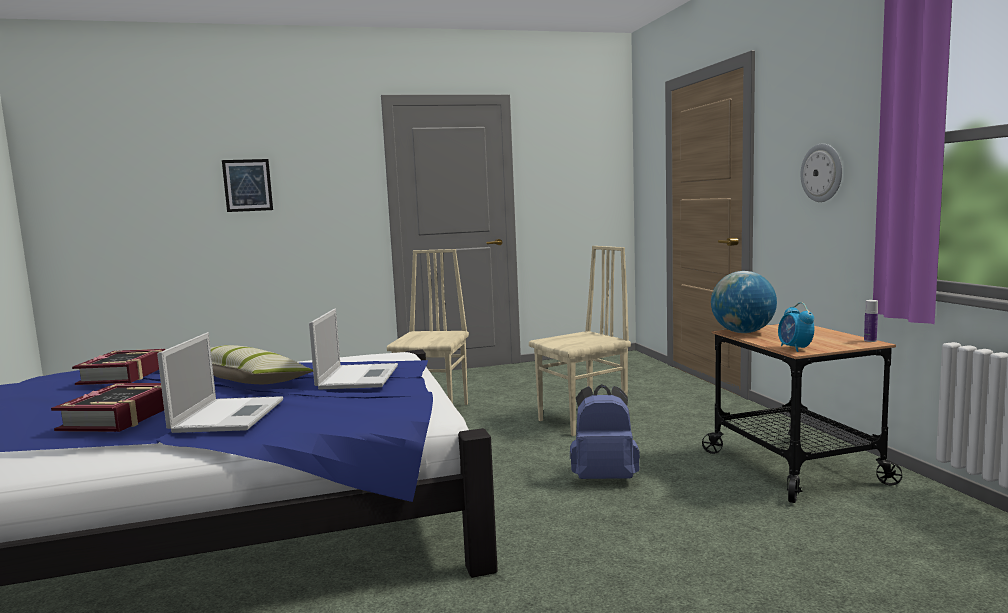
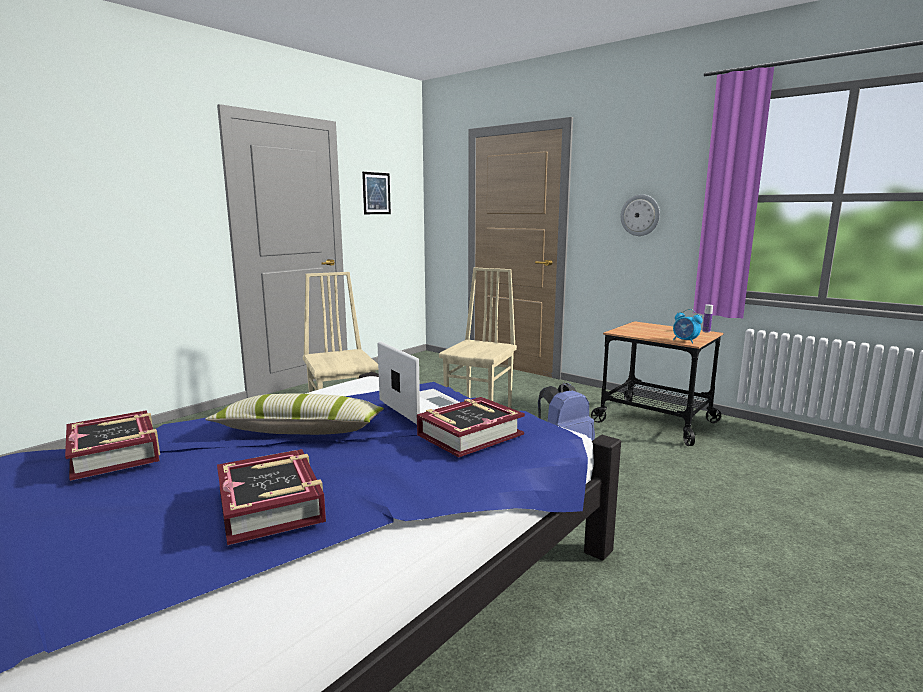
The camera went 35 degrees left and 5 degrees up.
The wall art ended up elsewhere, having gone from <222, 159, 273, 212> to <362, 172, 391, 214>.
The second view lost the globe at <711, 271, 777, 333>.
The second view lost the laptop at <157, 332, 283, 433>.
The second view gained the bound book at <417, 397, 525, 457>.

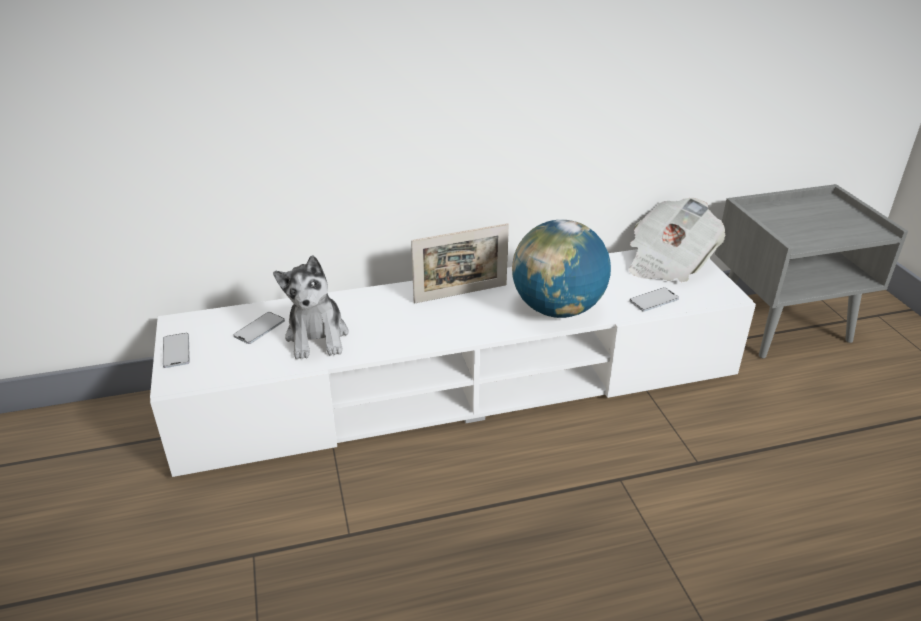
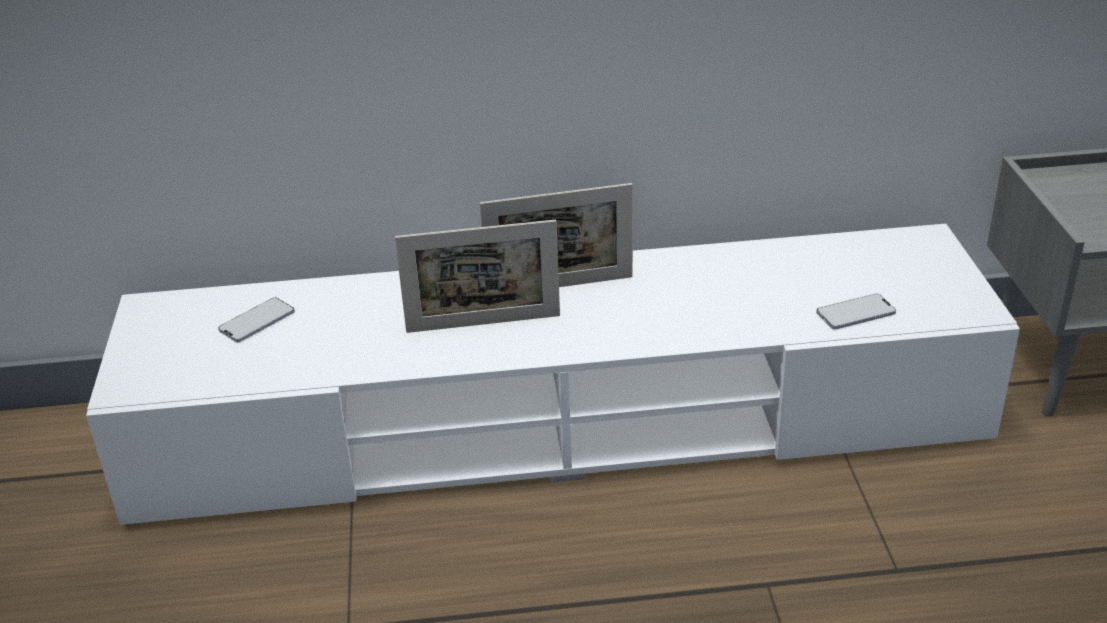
The camera went 10 degrees right and 0 degrees up.
The second view lost the daily paper at <629, 198, 725, 282>.
The second view lost the globe at <512, 220, 611, 318>.
The second view lost the plush toy at <273, 255, 349, 360>.
The second view lost the phone at <163, 333, 190, 368>.
The second view gained the picture frame at <395, 220, 560, 333>.

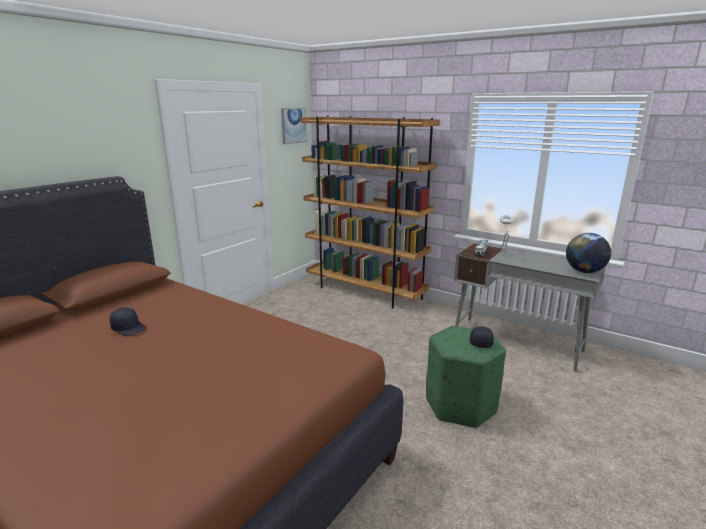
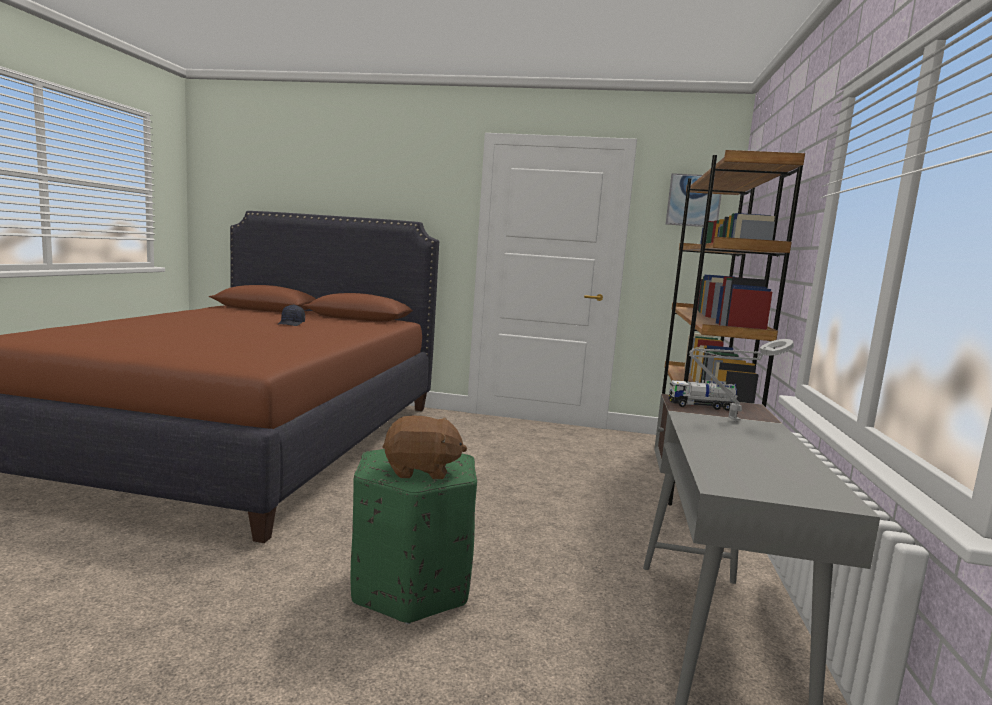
The camera went 65 degrees right and 10 degrees down.
The second view lost the globe at <566, 233, 611, 273>.
Where the black-coloured baseball cap stood at <470, 326, 494, 348>, the brown plush toy came to stand at <383, 416, 467, 479>.

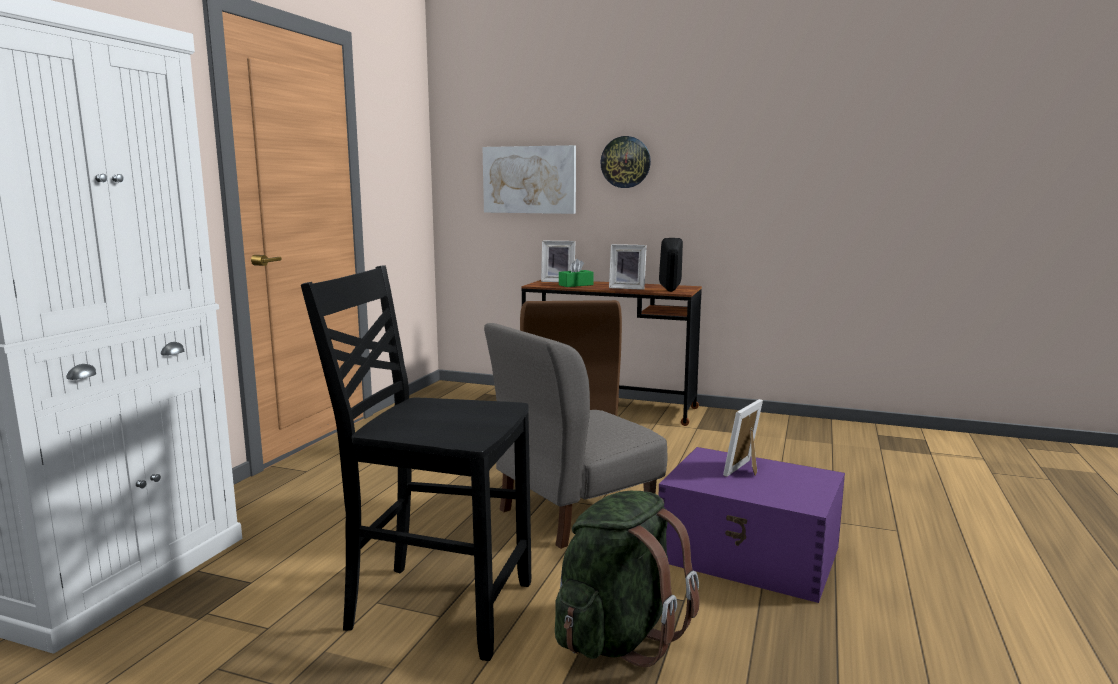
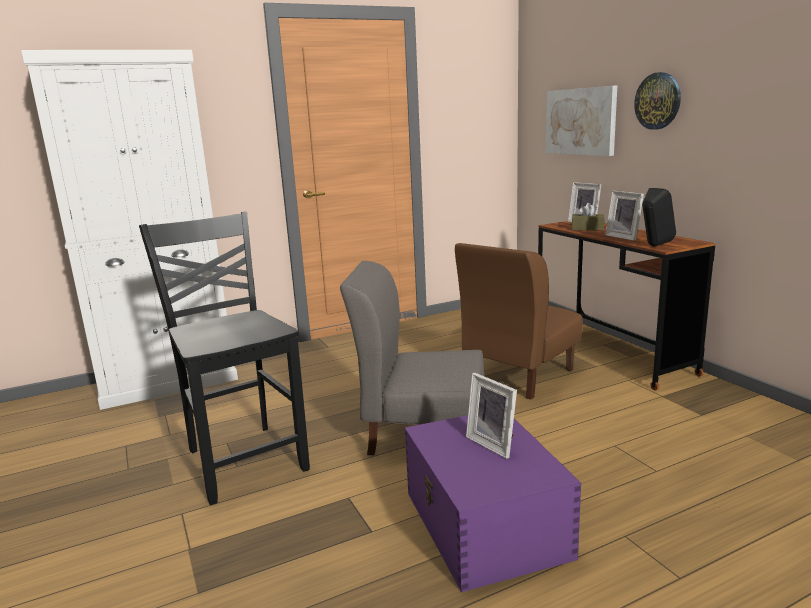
The camera went 45 degrees right and 5 degrees up.
What was the green-coloured tissue box at <559, 259, 593, 287> turned into the brown tissue box at <572, 203, 604, 230>.
The picture frame at <723, 399, 763, 477> ended up facing another way, 120 degrees counterclockwise from before.
The second view lost the green-coloured backpack at <555, 490, 700, 667>.

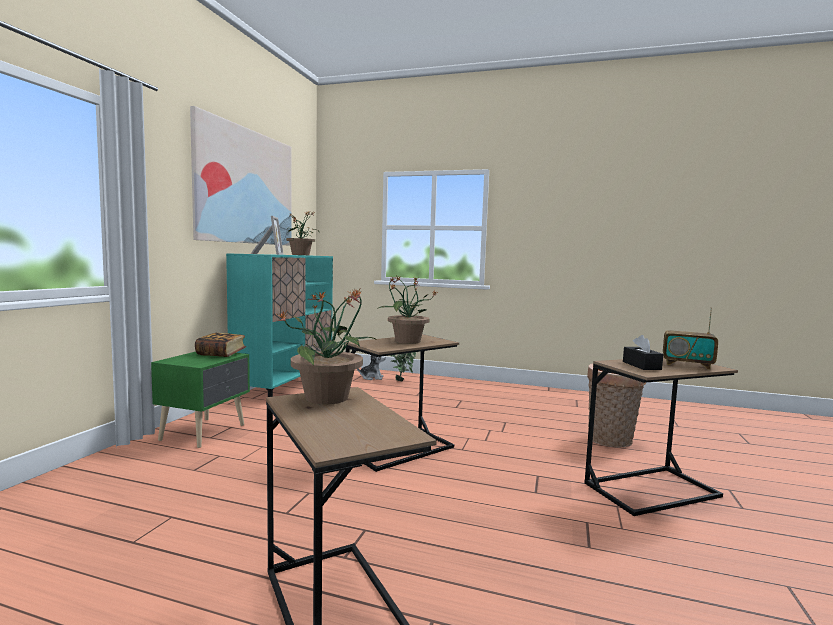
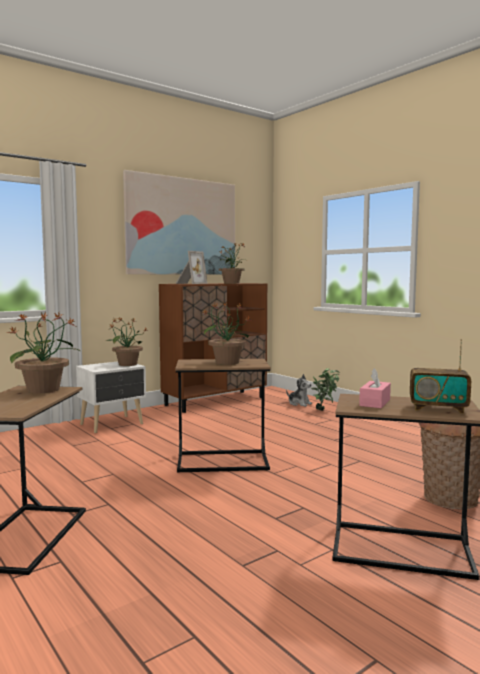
The camera went 35 degrees right and 0 degrees up.
What was the turquoise-coloured cupboard at <226, 253, 333, 397> turned into the brown cupboard at <159, 283, 267, 413>.
The radio receiver at <663, 308, 718, 369> ended up facing another way, 45 degrees counterclockwise from before.
Where the bound book stood at <195, 333, 246, 357>, the potted plant came to stand at <106, 317, 148, 366>.
What was the black-coloured tissue box at <623, 335, 663, 370> turned into the pinkish tissue box at <359, 368, 391, 408>.
What was the green-coloured night table at <151, 352, 250, 448> turned into the white night table at <76, 361, 146, 433>.

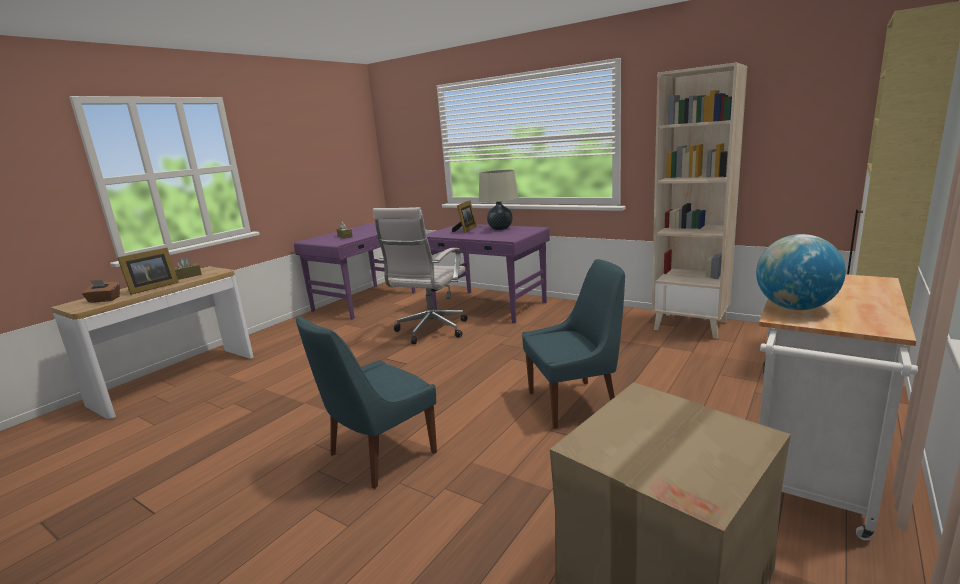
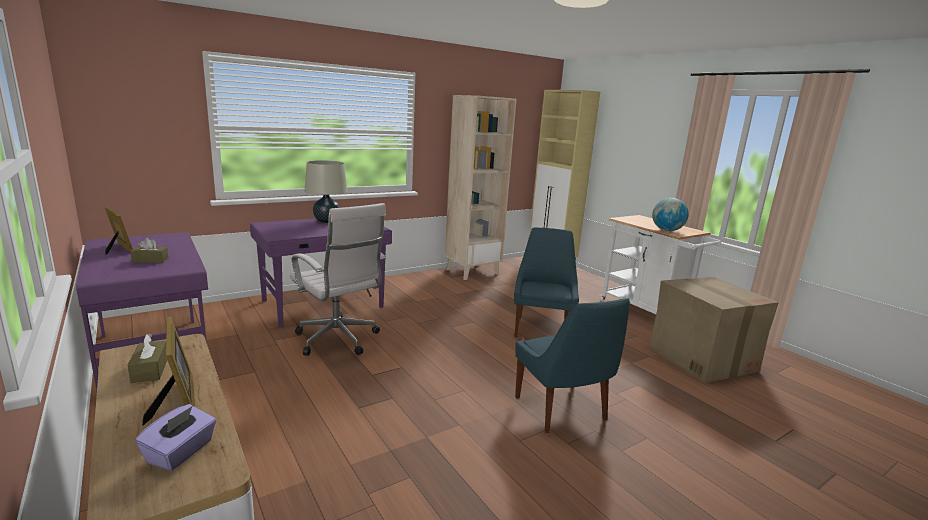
The camera went 70 degrees left and 0 degrees up.
The picture frame ended up elsewhere, having gone from <452, 200, 477, 233> to <105, 207, 133, 255>.
What was the brown tissue box at <82, 280, 120, 303> turned into the purplish tissue box at <135, 404, 216, 471>.

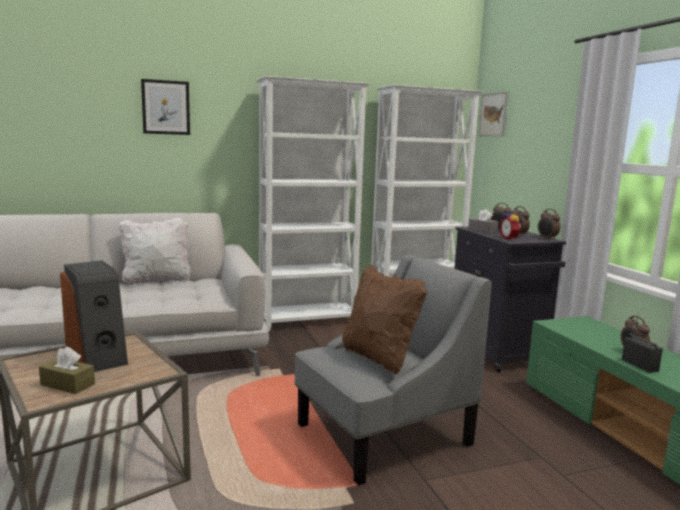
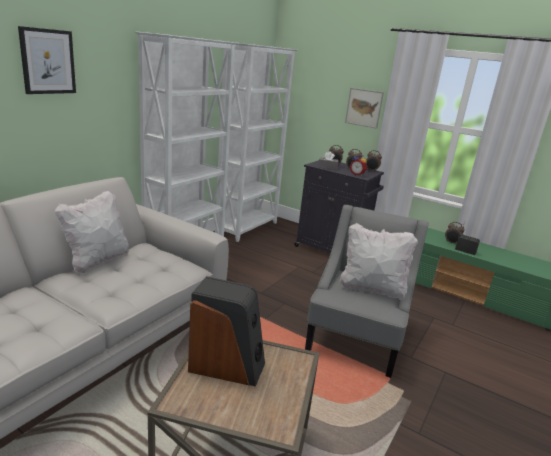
The camera went 40 degrees left and 10 degrees up.
The wall art ended up elsewhere, having gone from <479, 92, 508, 136> to <345, 88, 384, 129>.
What was the brown pillow at <342, 265, 427, 375> turned into the white pillow at <339, 223, 418, 300>.
The second view lost the brown tissue box at <39, 347, 95, 394>.

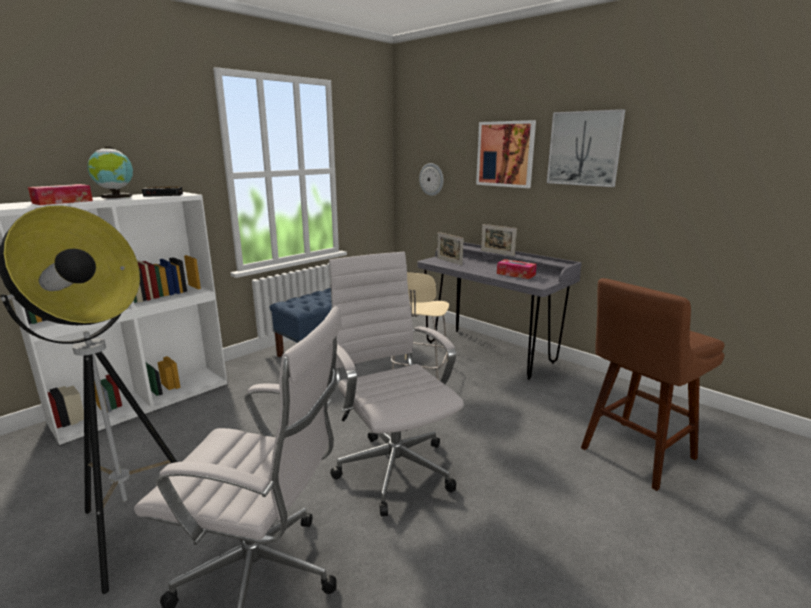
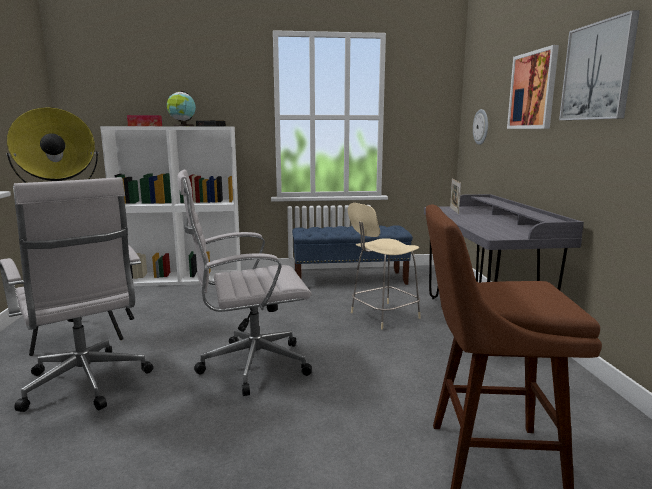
The camera went 40 degrees right and 5 degrees down.
The second view lost the picture frame at <481, 224, 517, 256>.
The white desk chair at <329, 252, 464, 516> ended up facing another way, 120 degrees counterclockwise from before.
The second view lost the tissue box at <497, 259, 537, 279>.

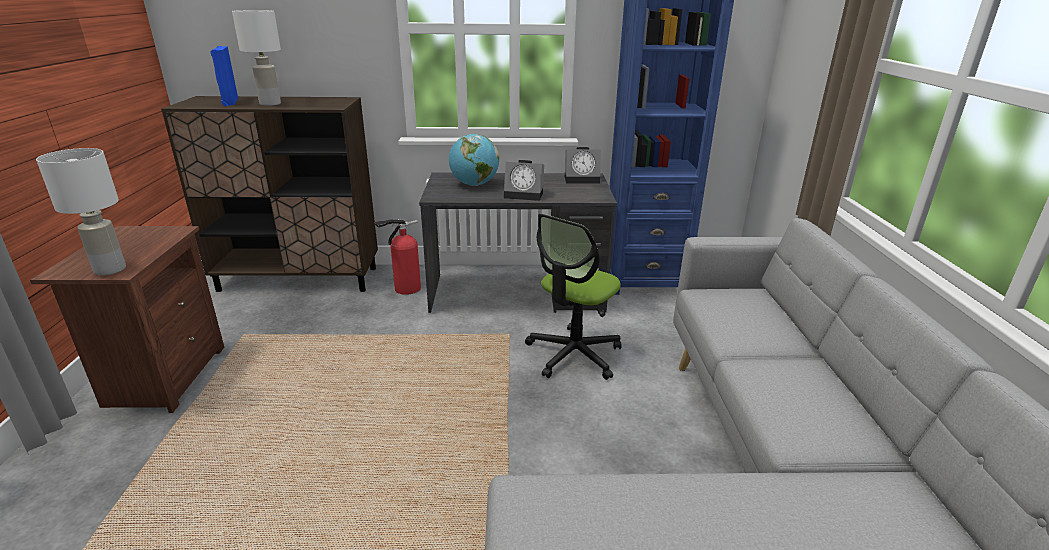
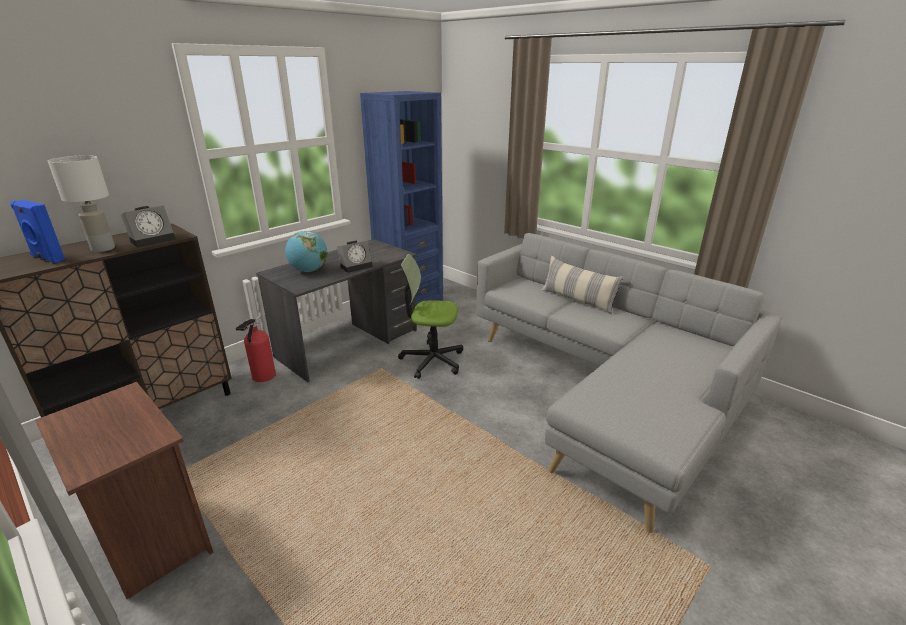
The camera went 45 degrees left and 0 degrees up.
The alarm clock ended up elsewhere, having gone from <565, 147, 601, 184> to <121, 205, 176, 248>.
The second view lost the white table lamp at <36, 148, 126, 275>.
The desk chair at <525, 214, 622, 380> ended up facing another way, 105 degrees clockwise from before.
The second view gained the pillow at <541, 256, 623, 314>.

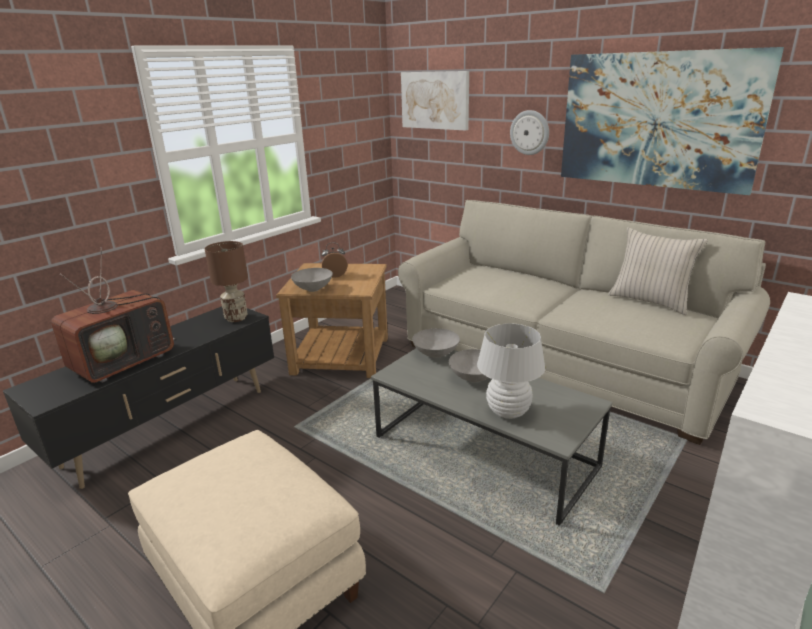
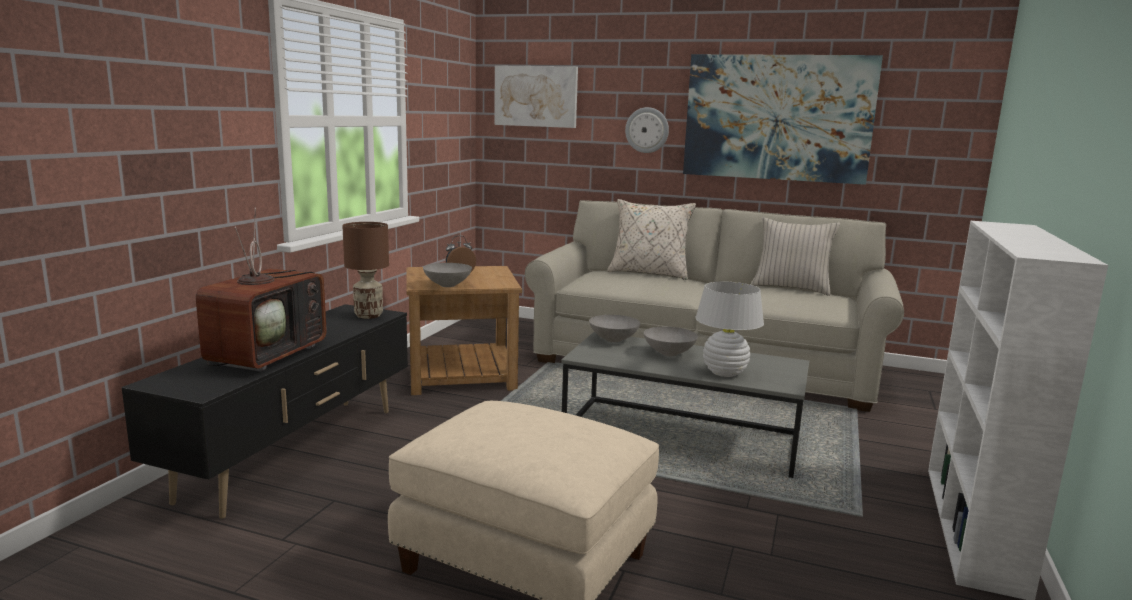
The camera went 20 degrees left and 10 degrees down.
The second view gained the sand-coloured pillow at <607, 199, 696, 280>.

